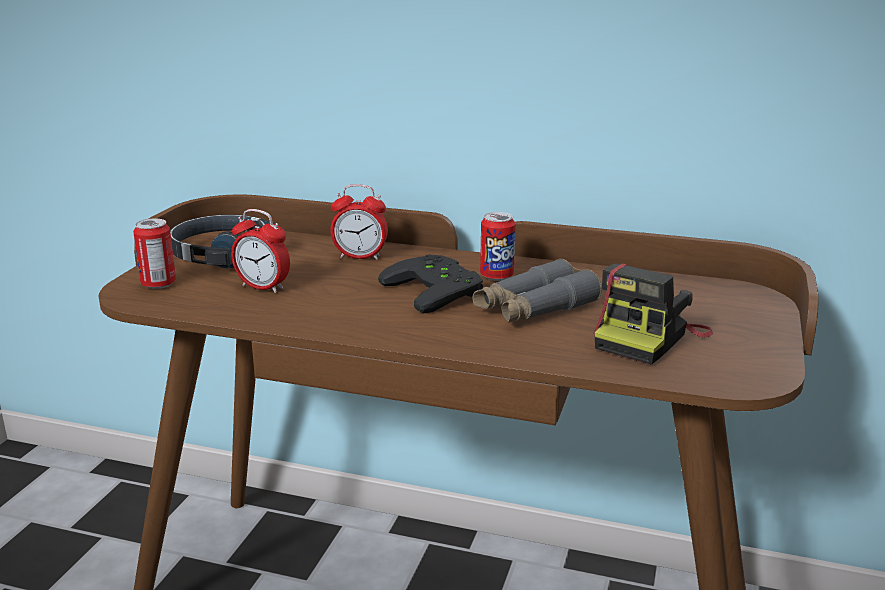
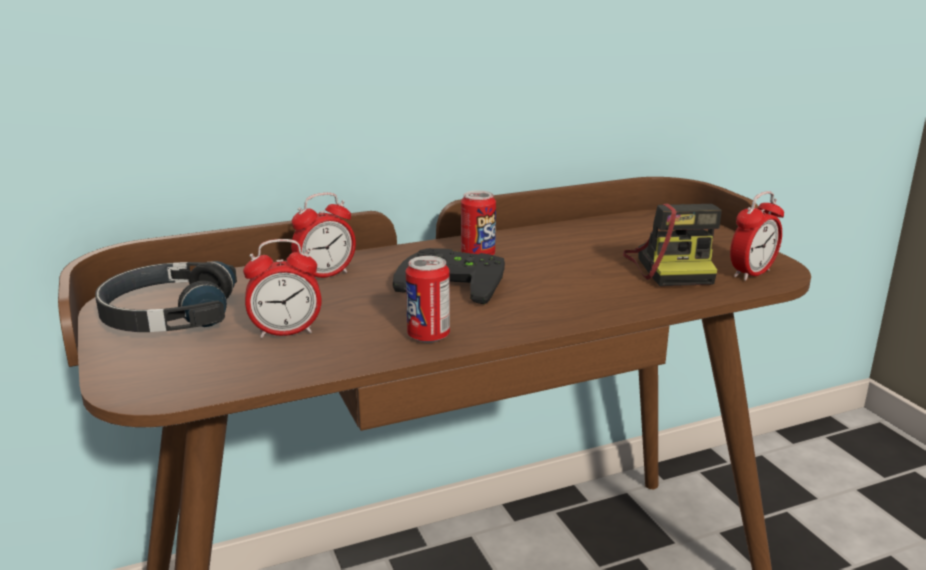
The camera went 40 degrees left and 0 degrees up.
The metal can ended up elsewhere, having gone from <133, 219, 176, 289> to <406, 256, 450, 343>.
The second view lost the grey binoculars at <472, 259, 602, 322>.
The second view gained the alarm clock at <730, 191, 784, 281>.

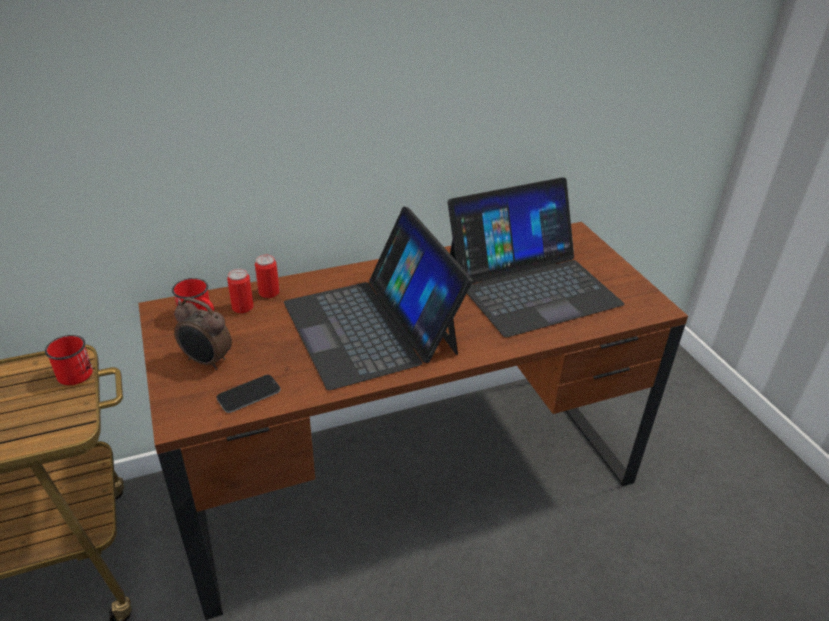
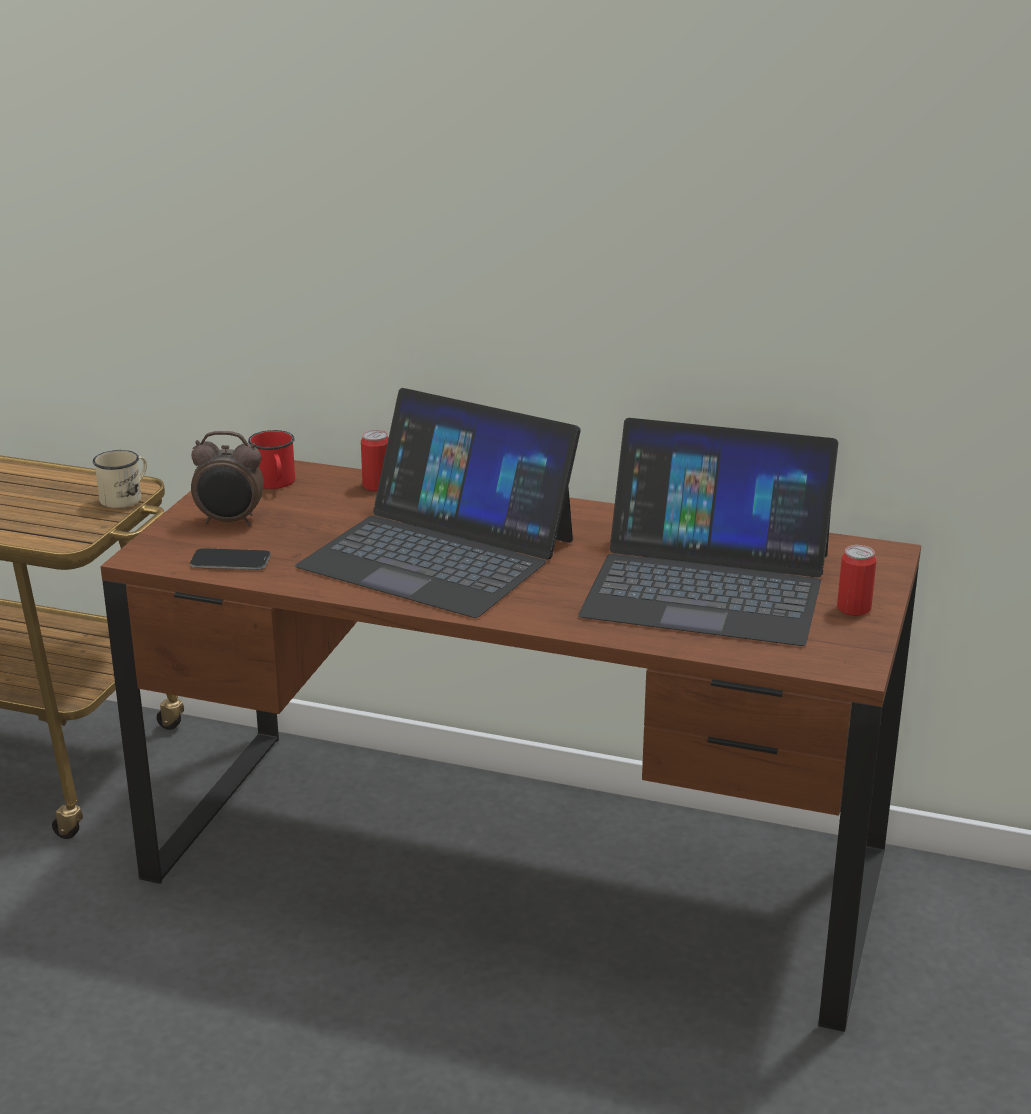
The camera went 40 degrees right and 10 degrees down.
The laptop at <284, 207, 473, 390> ended up facing another way, 75 degrees counterclockwise from before.
The metal can ended up elsewhere, having gone from <227, 269, 254, 313> to <837, 545, 876, 616>.
The alarm clock at <174, 298, 232, 370> ended up facing another way, 60 degrees counterclockwise from before.
What was the red-coloured mug at <45, 335, 93, 385> turned into the sand-coloured mug at <93, 450, 147, 508>.

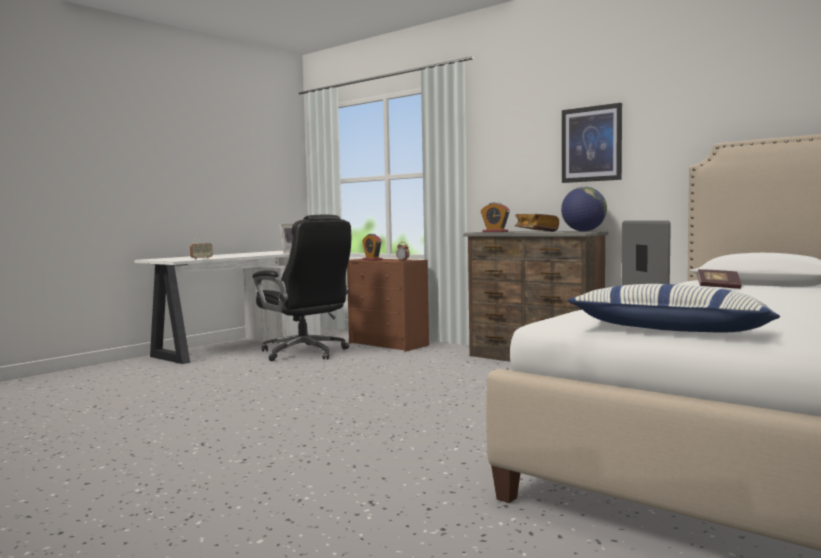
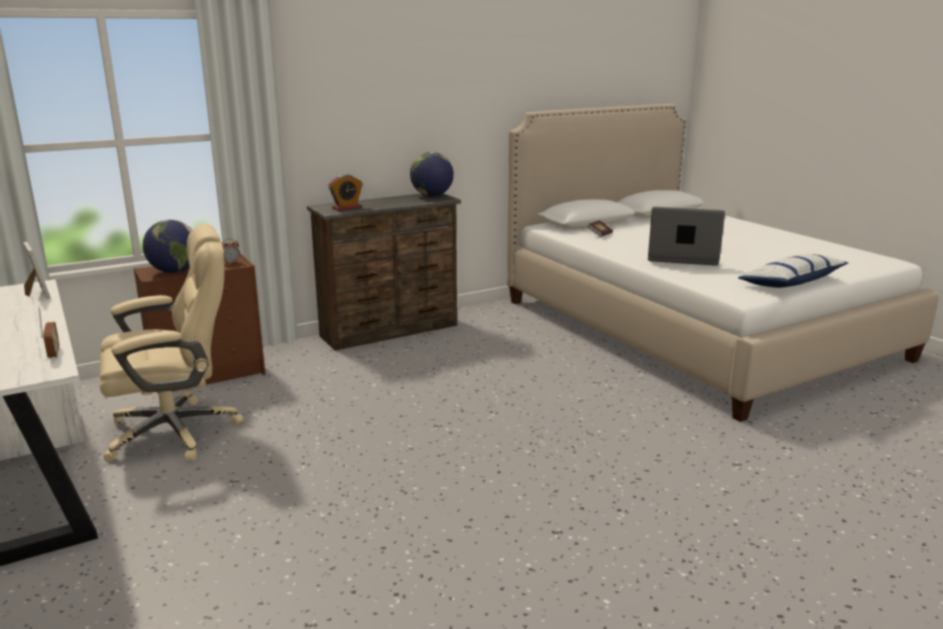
The camera went 70 degrees left and 15 degrees up.
The second view lost the wall art at <562, 103, 622, 183>.
The second view lost the bound book at <514, 214, 559, 232>.
What was the black-coloured desk chair at <252, 215, 351, 361> turned into the sand-coloured desk chair at <100, 224, 244, 462>.
Where the alarm clock stood at <362, 234, 382, 261>, the globe came to stand at <143, 220, 192, 273>.

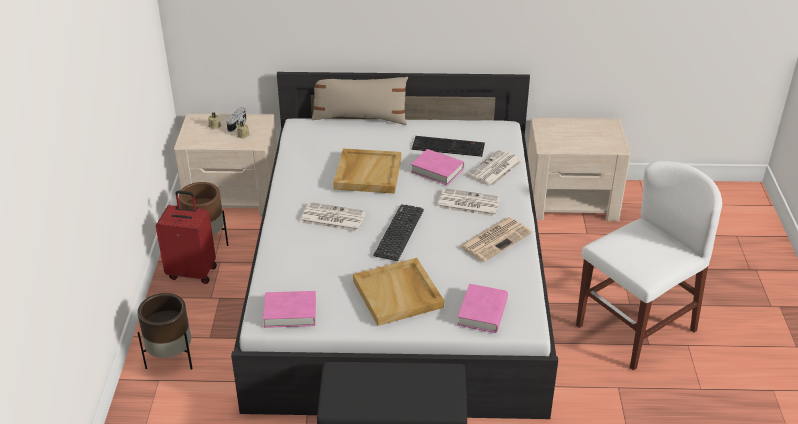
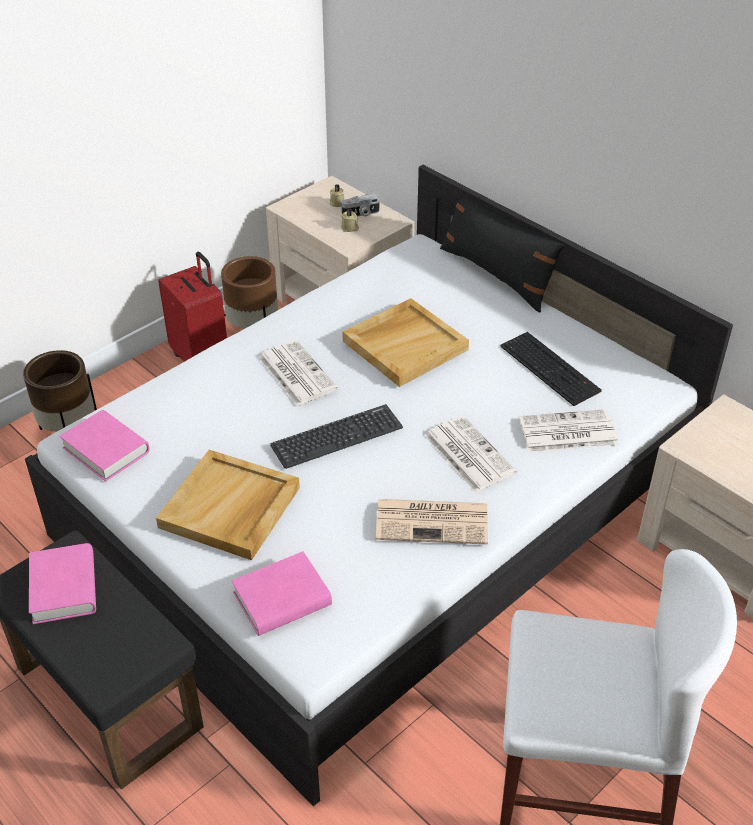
The camera went 45 degrees right and 5 degrees up.
What was the sand-coloured pillow at <311, 77, 408, 125> turned into the black-coloured pillow at <440, 198, 565, 313>.
The pinkish bound book ended up elsewhere, having gone from <411, 149, 464, 185> to <29, 543, 96, 624>.

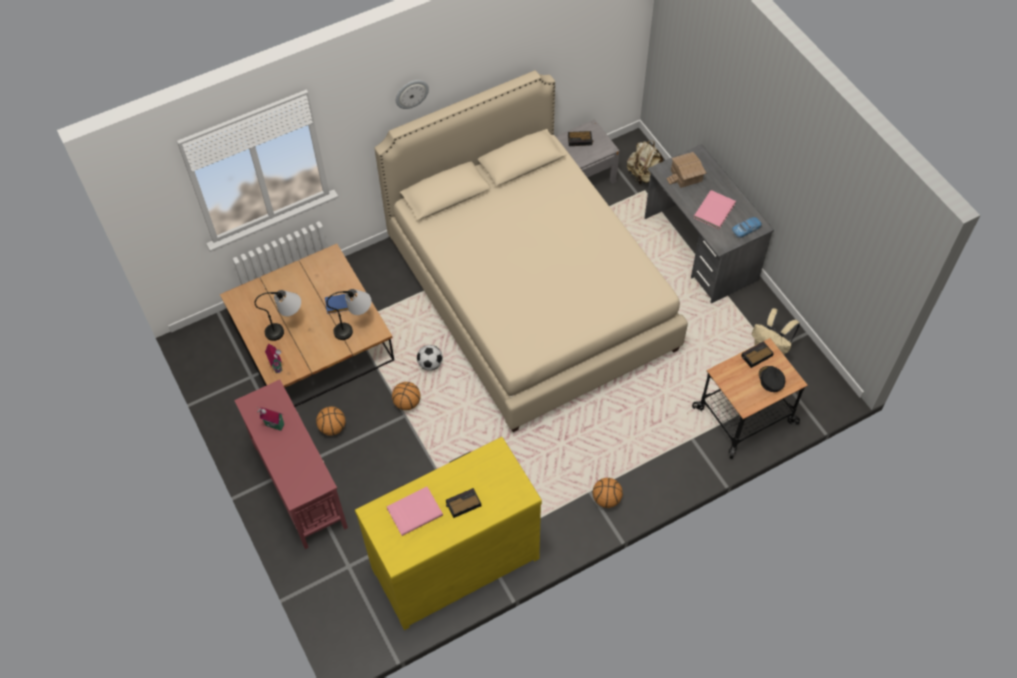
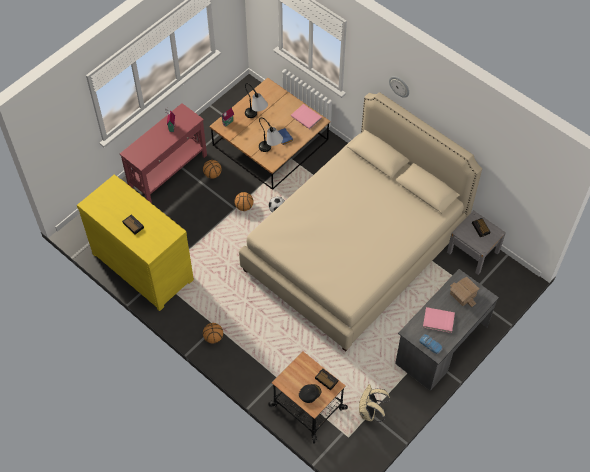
The camera went 70 degrees right and 0 degrees up.
The second view lost the sand-coloured backpack at <627, 141, 663, 185>.
The pinkish bound book ended up elsewhere, having gone from <387, 487, 443, 536> to <291, 104, 322, 129>.

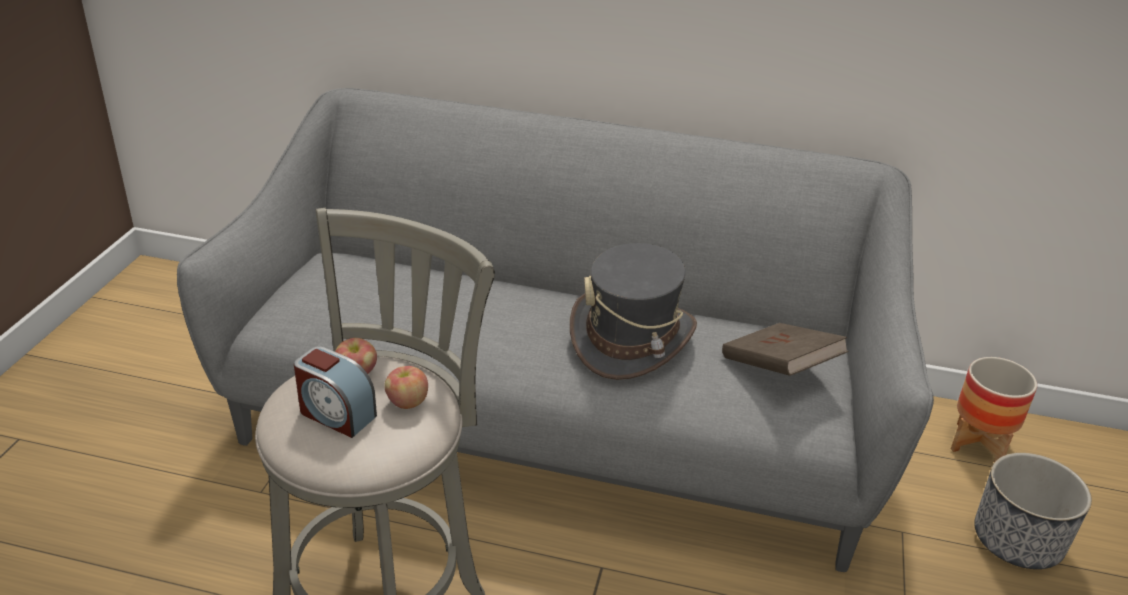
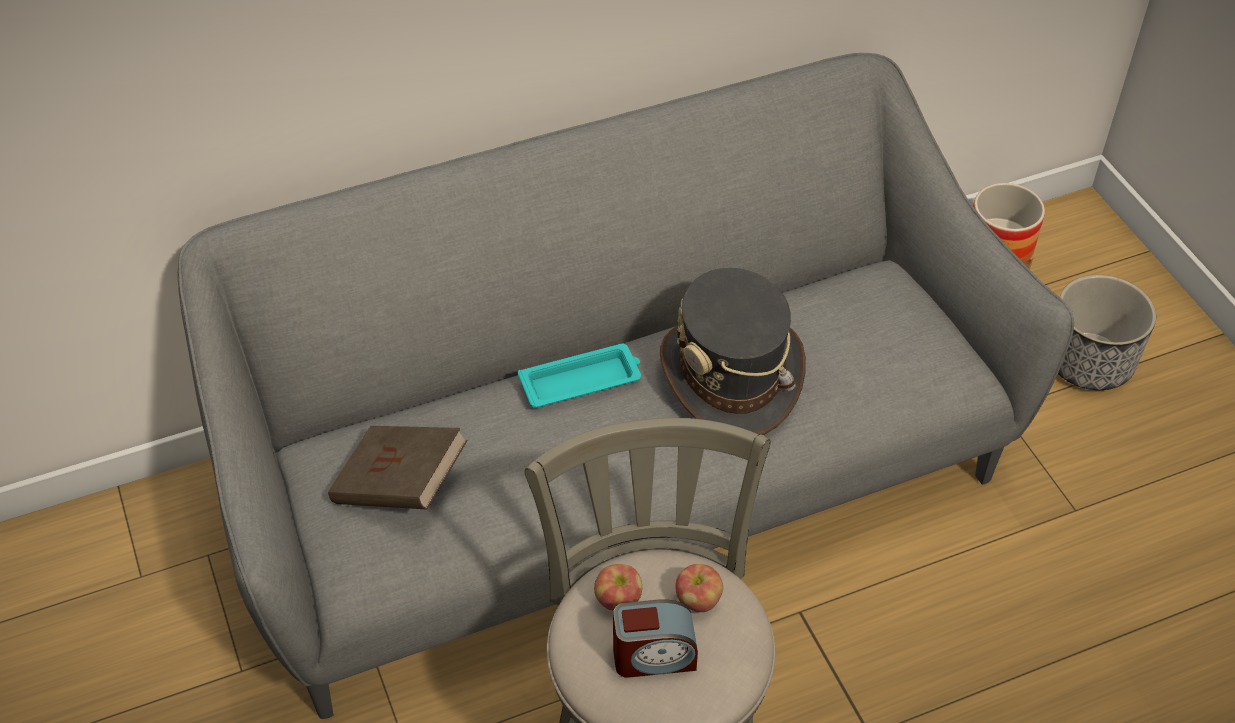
The camera went 35 degrees left and 15 degrees up.
The brown bound book ended up elsewhere, having gone from <722, 323, 849, 376> to <328, 426, 468, 510>.
The second view gained the turquoise-coloured carrying tray at <518, 344, 641, 408>.

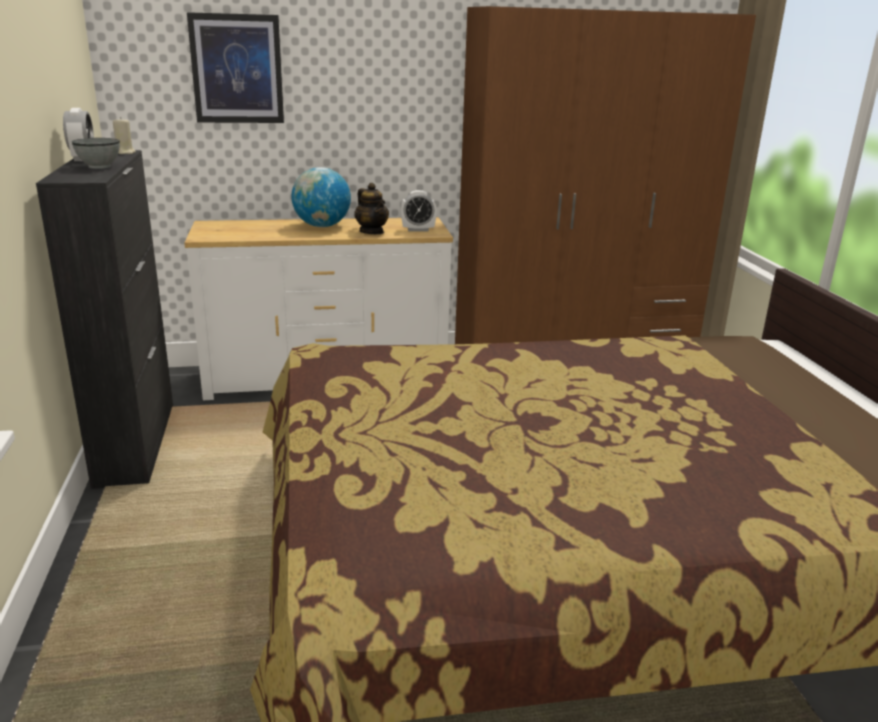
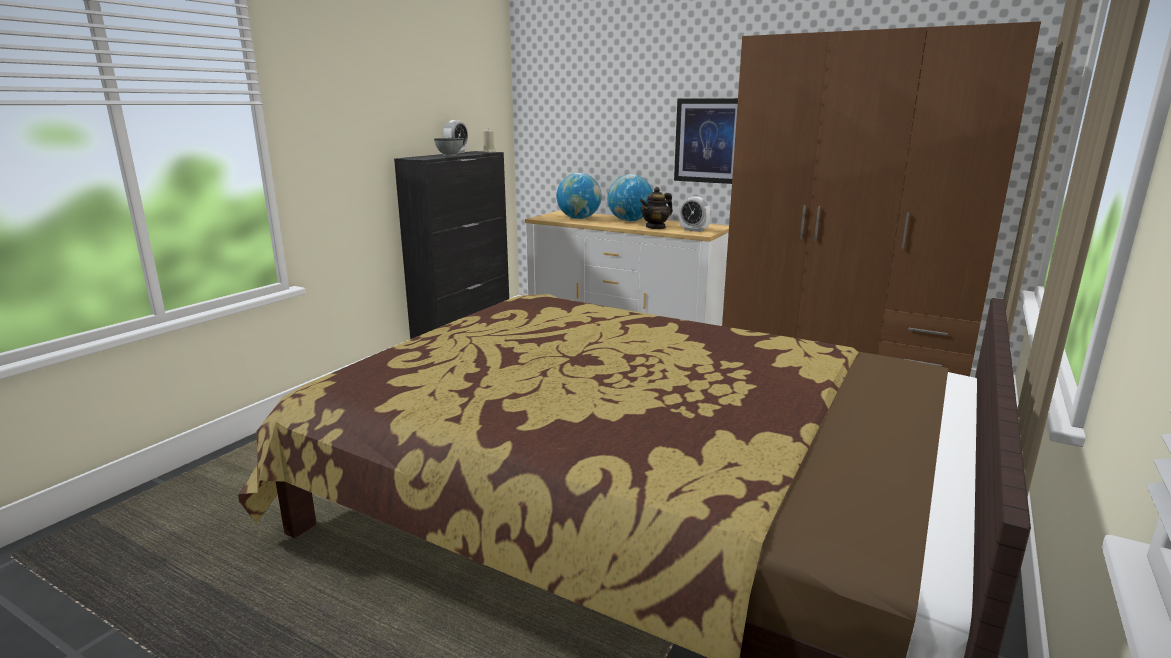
The camera went 40 degrees right and 5 degrees down.
The wall art ended up elsewhere, having gone from <187, 12, 284, 123> to <674, 98, 738, 184>.
The teapot at <354, 183, 389, 234> ended up facing another way, 45 degrees clockwise from before.
The second view gained the globe at <556, 173, 602, 219>.

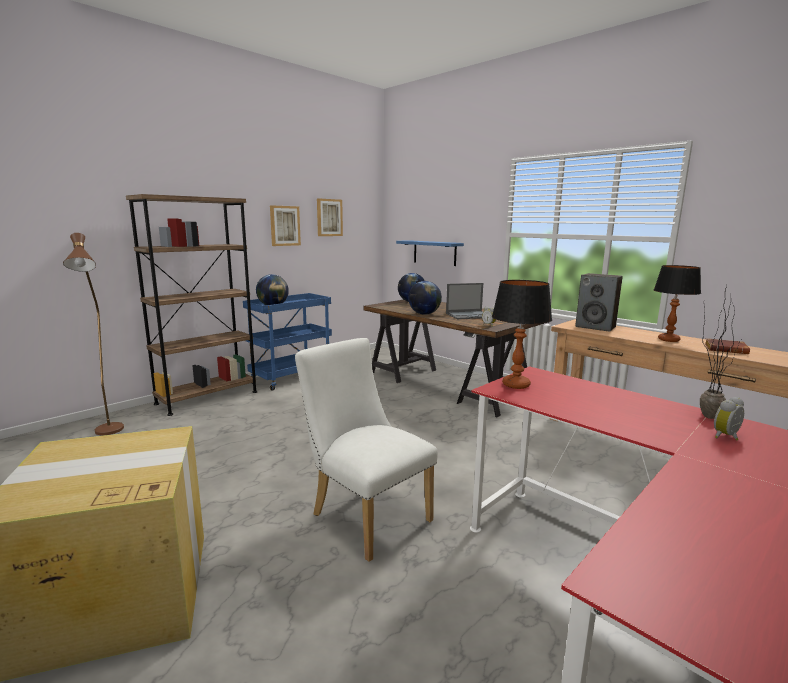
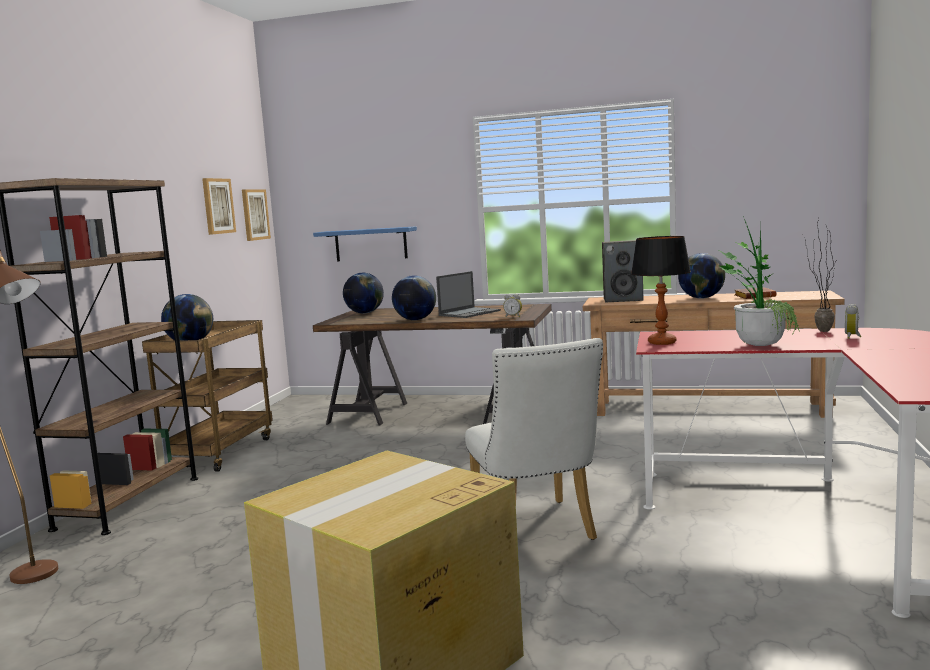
The camera went 30 degrees left and 5 degrees down.
The wall art ended up elsewhere, having gone from <270, 205, 301, 246> to <242, 189, 271, 241>.
Where the table lamp stood at <654, 265, 701, 342>, the globe came to stand at <678, 253, 725, 299>.
What was the bluish wheeled cart at <243, 293, 332, 391> turned into the brown wheeled cart at <142, 320, 273, 472>.
The white upright chair at <295, 338, 438, 562> ended up facing another way, 120 degrees counterclockwise from before.
The second view gained the potted plant at <717, 216, 800, 346>.

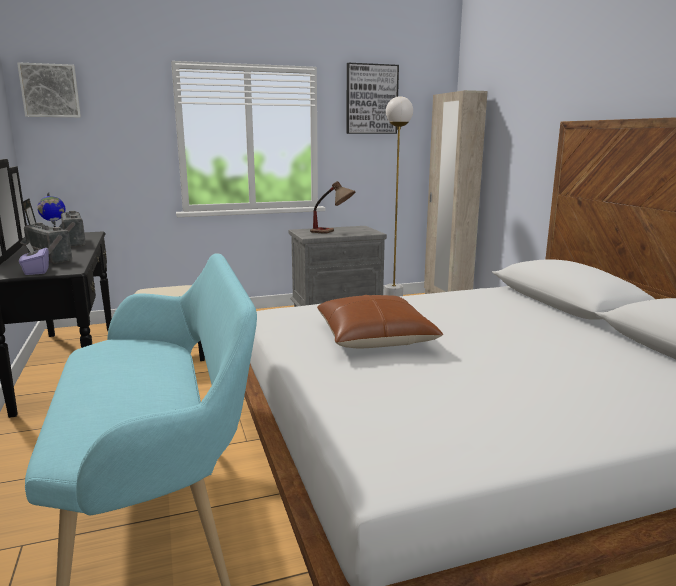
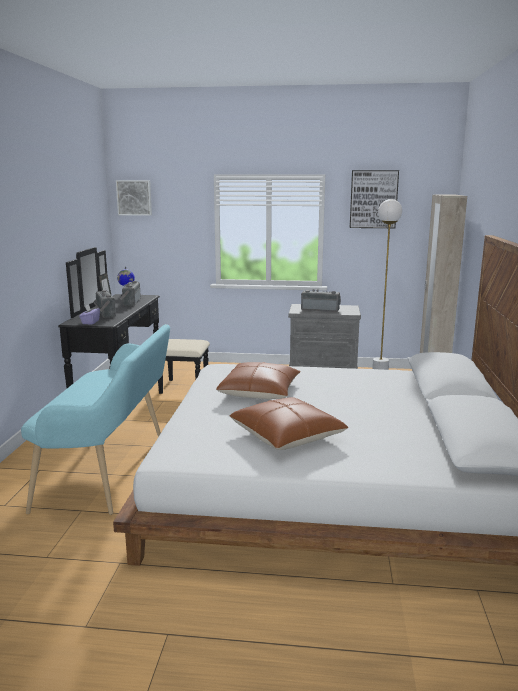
The camera went 25 degrees right and 0 degrees up.
Where the table lamp stood at <310, 181, 355, 234>, the radio receiver came to stand at <301, 289, 341, 312>.
The second view gained the brown pillow at <230, 397, 349, 450>.

